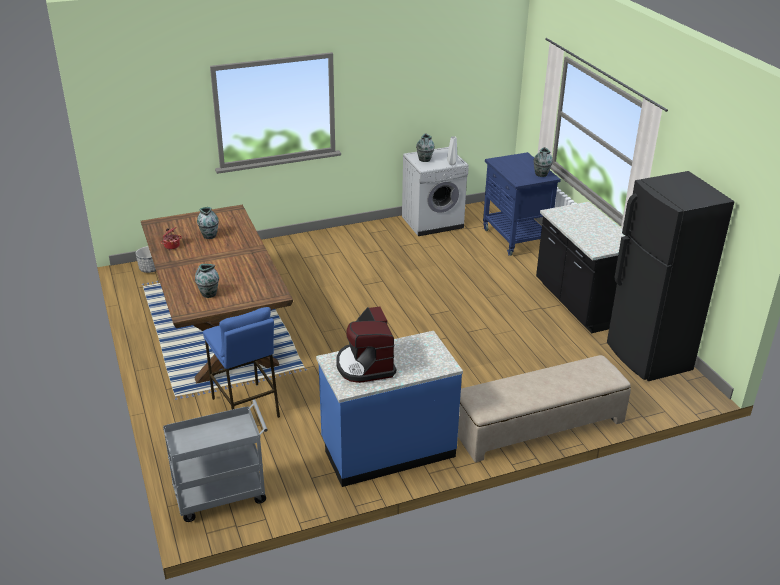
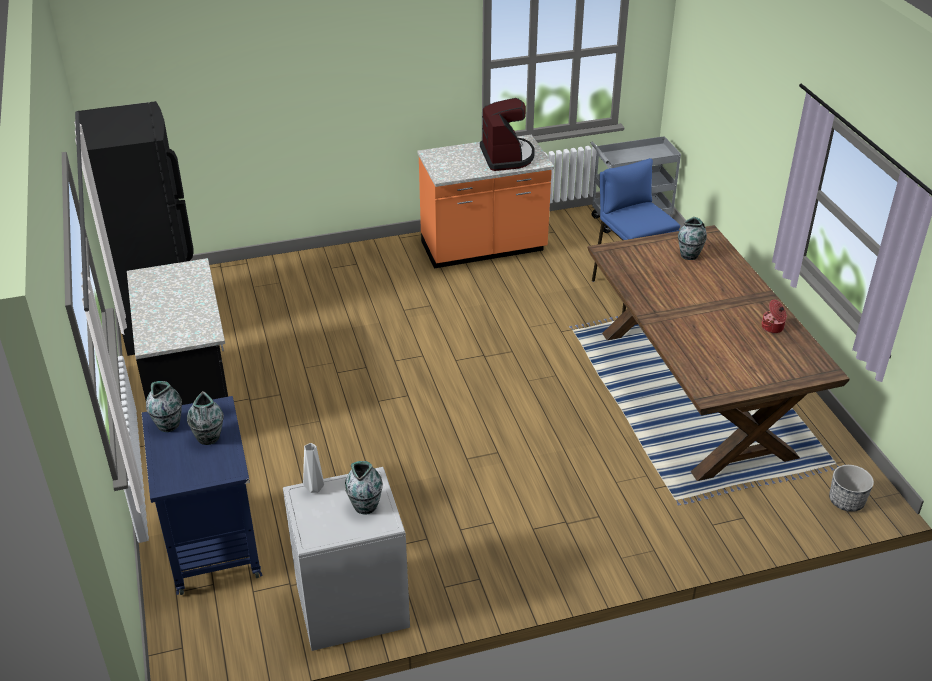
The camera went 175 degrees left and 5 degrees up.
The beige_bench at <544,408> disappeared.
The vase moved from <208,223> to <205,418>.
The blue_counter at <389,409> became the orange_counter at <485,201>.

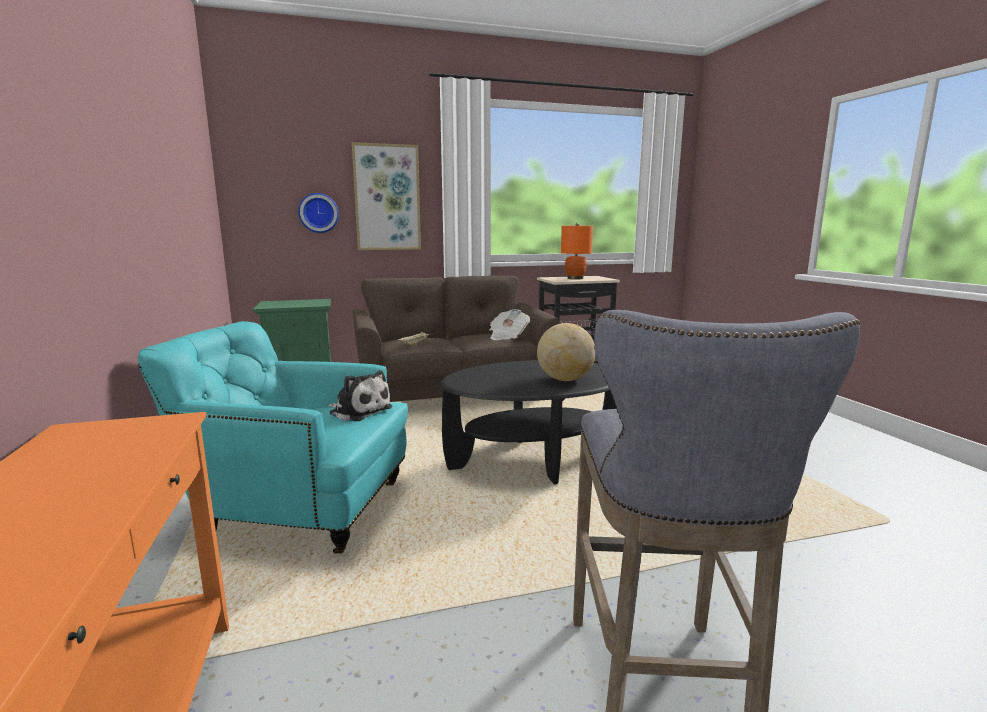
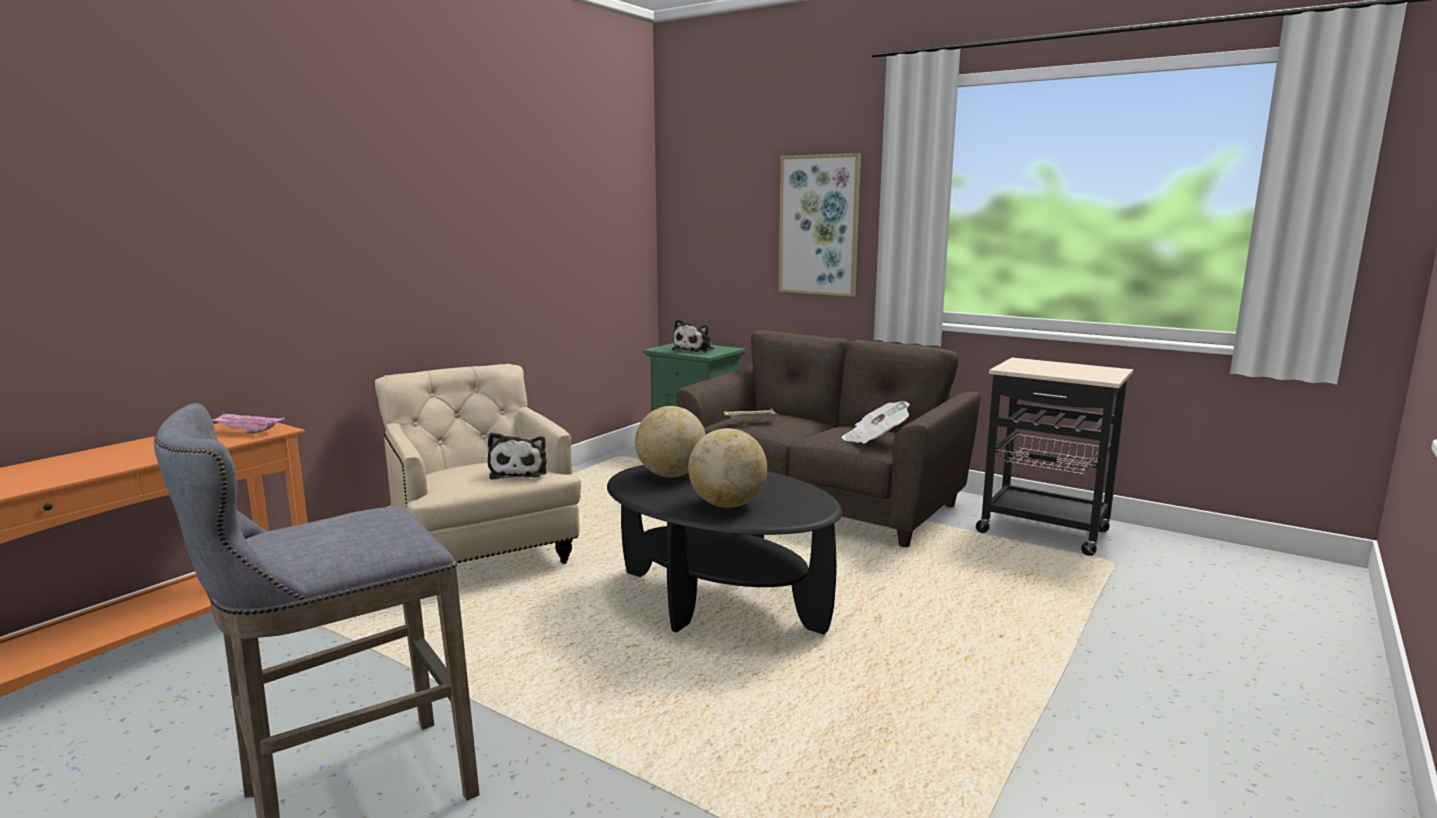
The camera went 50 degrees right and 0 degrees up.
The wall_clock at <318,213> disappeared.
The orange_table_lamp at <577,251> disappeared.
The pink_tray at <248,423> appeared.
The globe at <670,441> appeared.
The plush_toy at <693,335> appeared.
The turquoise_armchair at <273,437> became the beige_armchair at <478,464>.

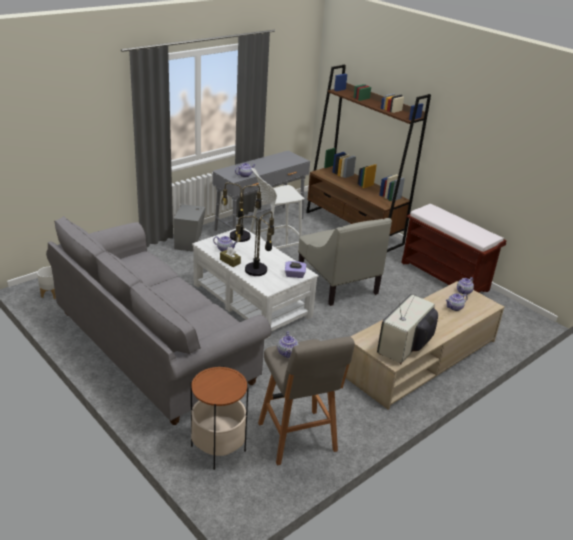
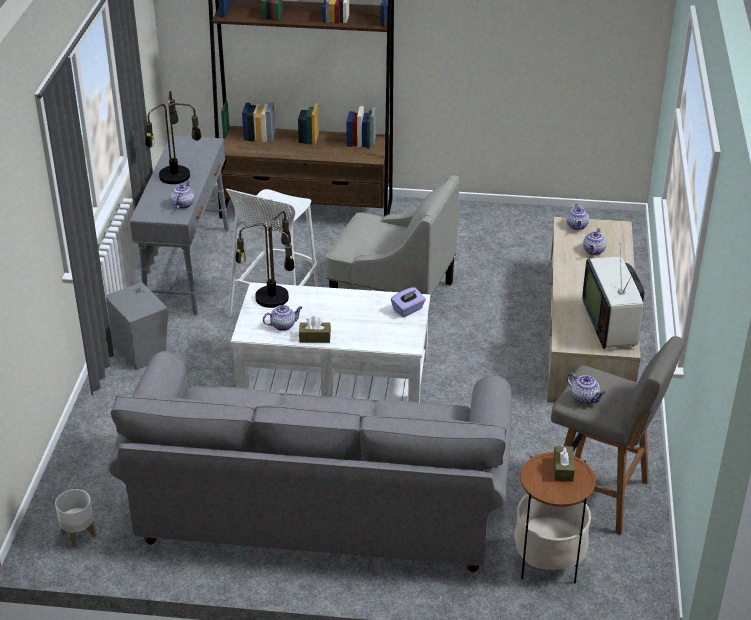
The camera went 40 degrees left and 5 degrees up.
The brown_bench at <453,248> disappeared.
The brown_tissue_box at <564,463> appeared.
The table_lamp moved from <254,243> to <173,137>.

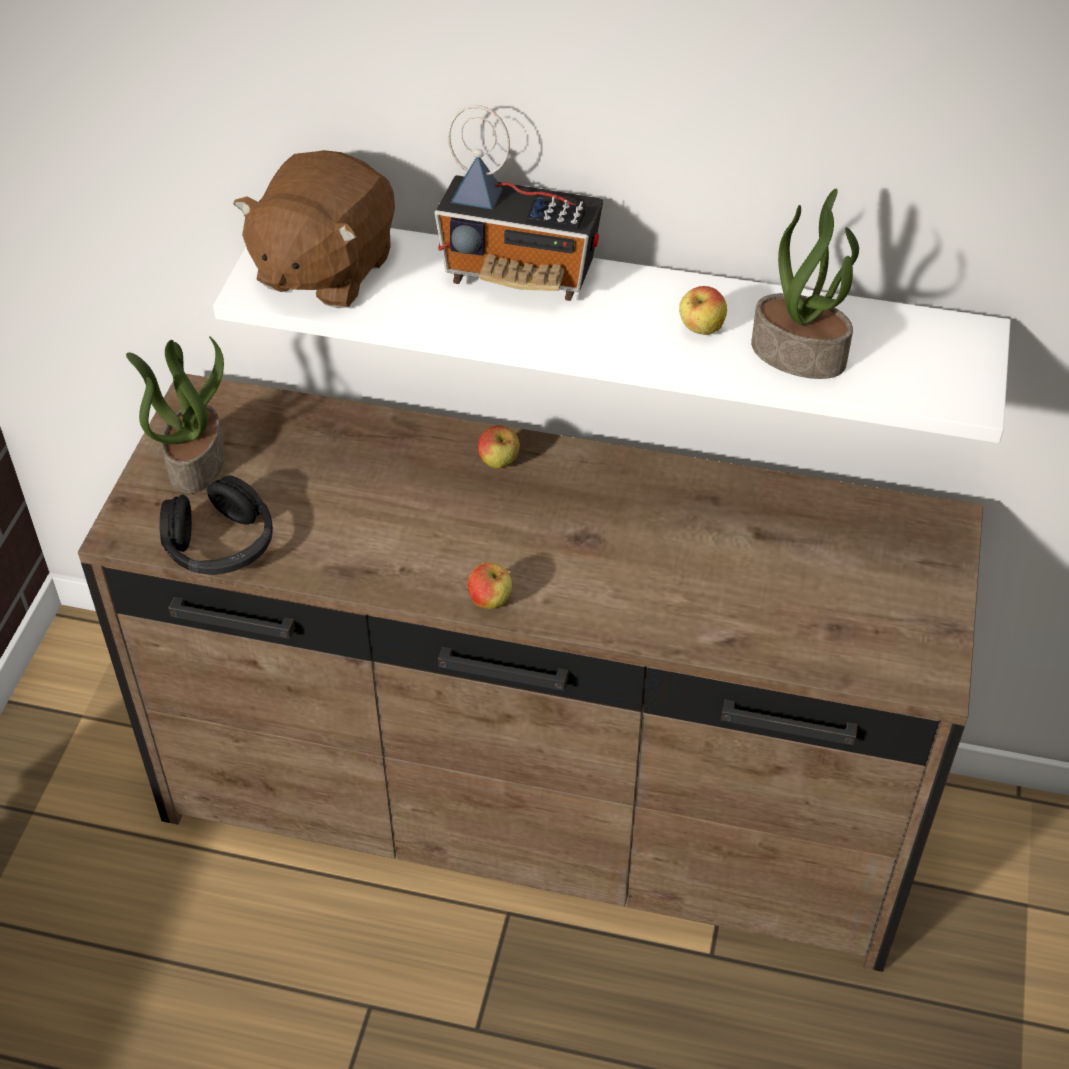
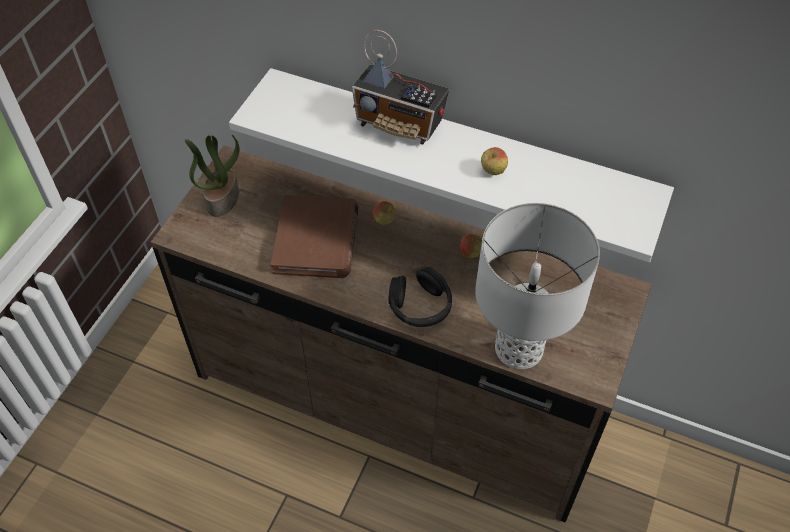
The camera went 10 degrees right and 5 degrees up.
The brown_plush_toy at <314,229> disappeared.
The potted_plant at <805,284> disappeared.
The brown_book at <315,236> appeared.
The white_table_lamp at <537,286> appeared.
The black_headphones moved from <216,525> to <420,297>.
The apple moved from <490,585> to <471,245>.

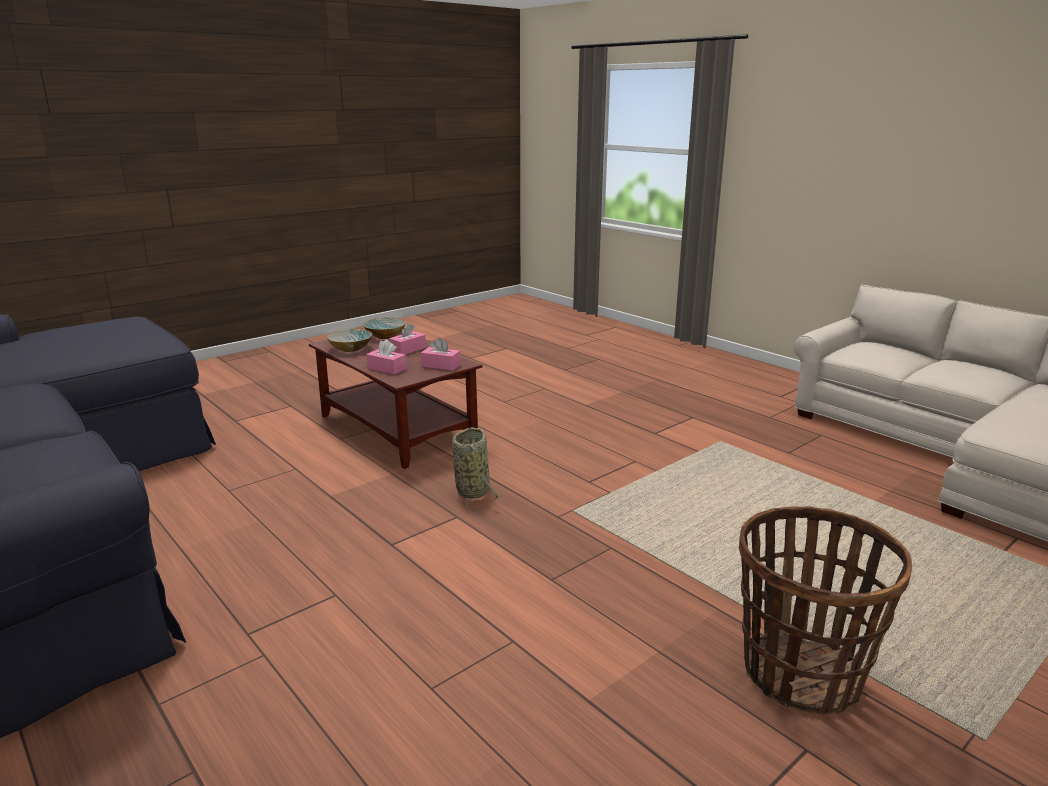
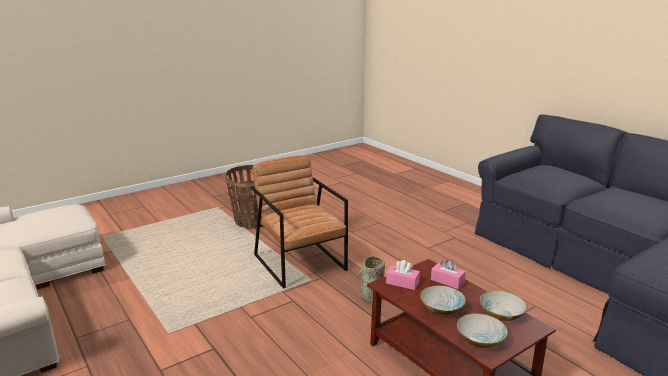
The camera went 175 degrees left and 0 degrees up.
The brown_armchair at <299,222> appeared.
The pink_tissue_box at <407,338> was replaced by the bowl at <443,300>.

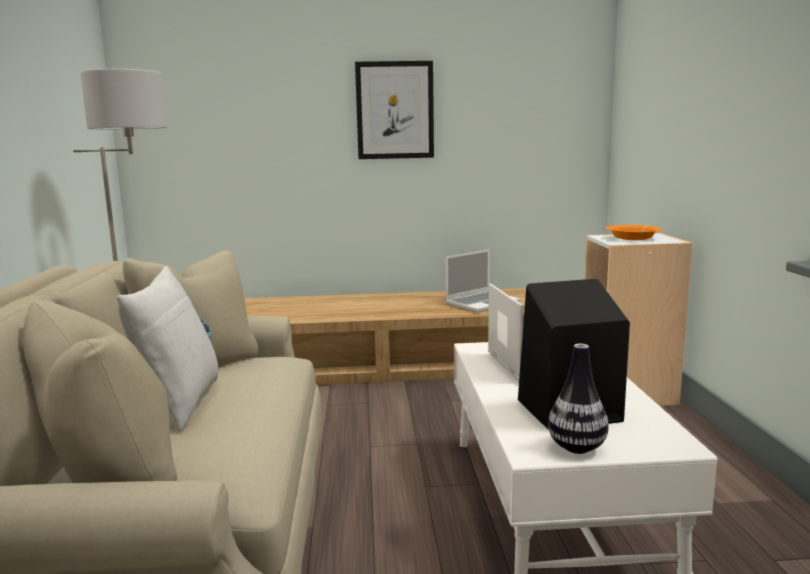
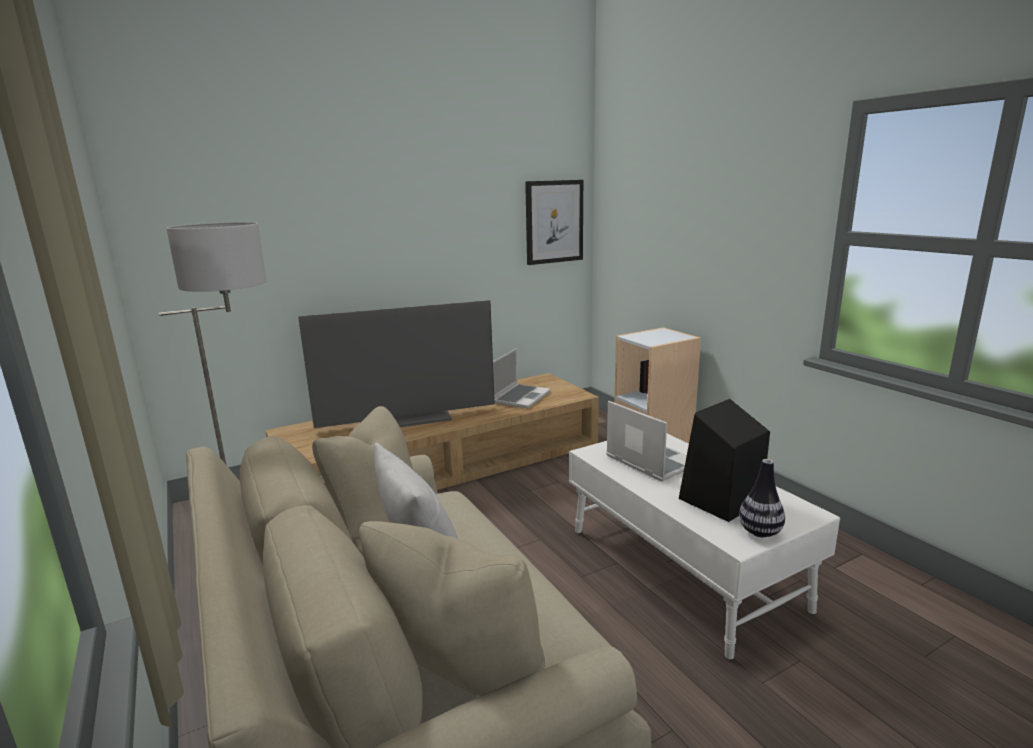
The camera went 25 degrees left and 5 degrees up.
The orange_bowl at <634,232> disappeared.
The television at <396,364> appeared.
The picture moved from <394,110> to <554,222>.

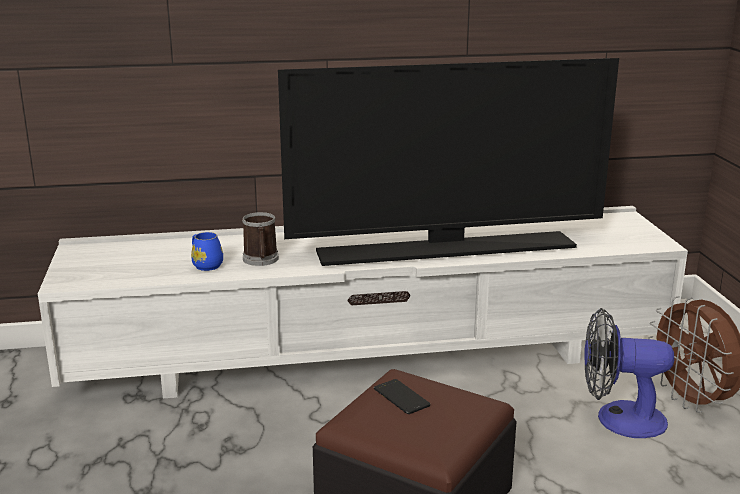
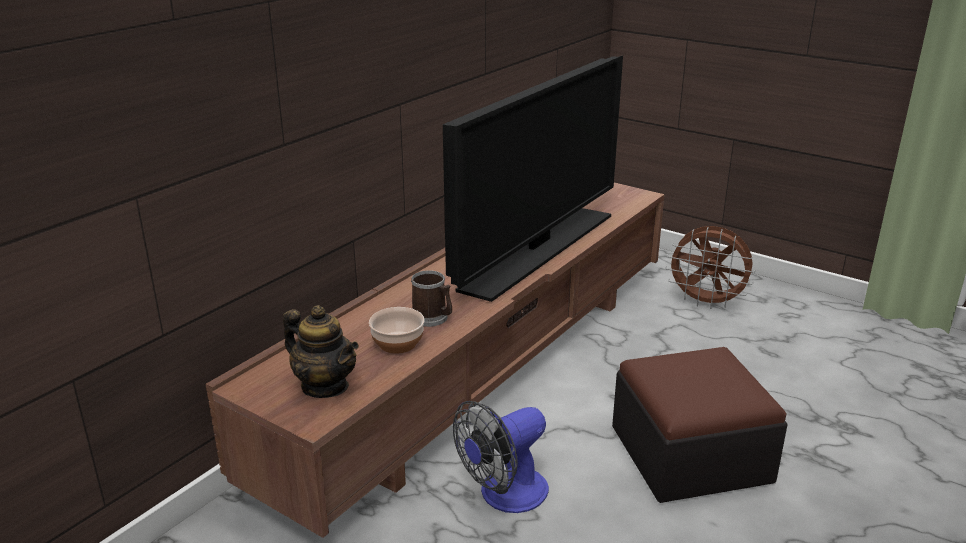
The camera went 45 degrees left and 5 degrees up.
The phone at <402,396> disappeared.
The teapot at <321,351> appeared.
The fan moved from <629,373> to <501,457>.
The blue_mug at <207,251> was replaced by the bowl at <396,330>.
The white_tv_stand at <363,302> became the brown_tv_stand at <435,360>.

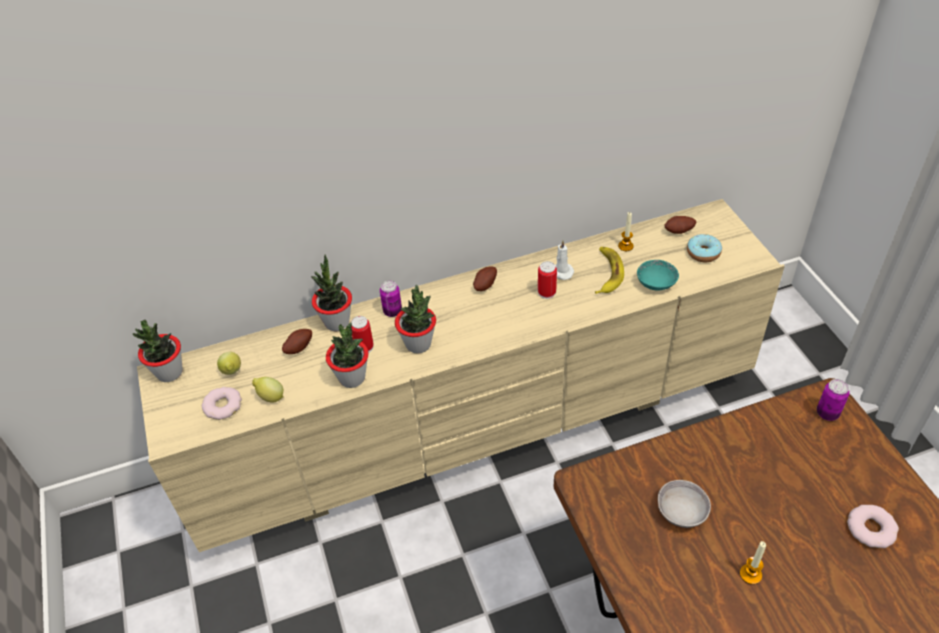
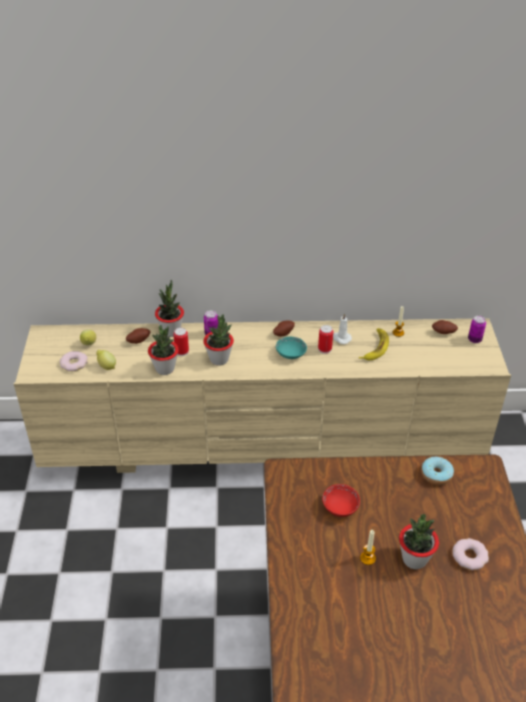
The camera went 15 degrees right and 5 degrees down.
The potted_plant moved from <158,351> to <419,541>.
The turquoise_bowl moved from <658,275> to <291,348>.
The donut moved from <704,248> to <437,471>.
The can moved from <833,400> to <477,329>.
The grey_bowl at <684,504> became the red_bowl at <341,500>.

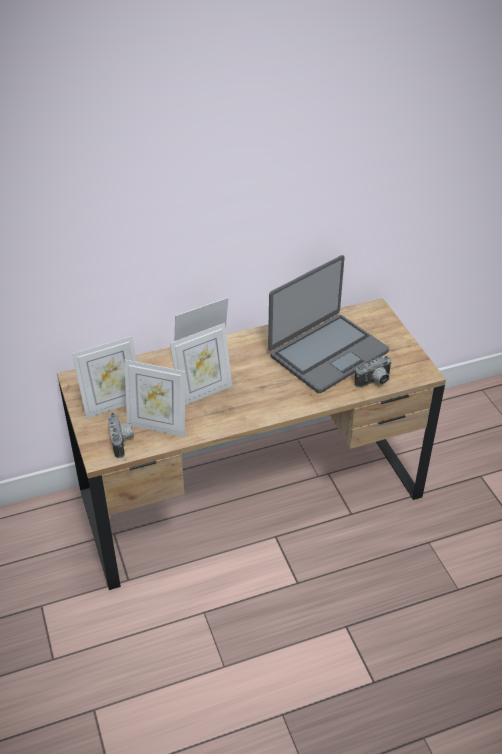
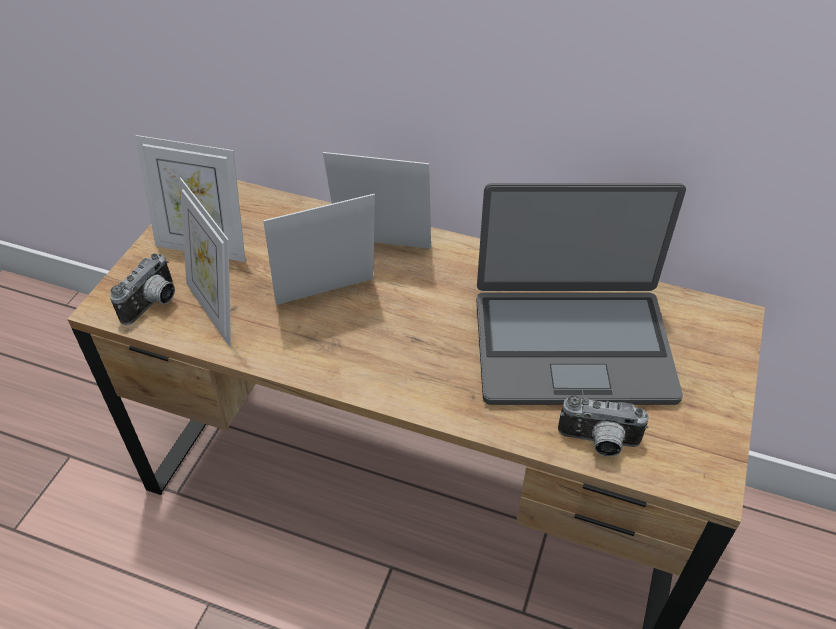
The camera went 40 degrees right and 5 degrees up.
The picture_frame at <201,364> turned 150 degrees clockwise.

